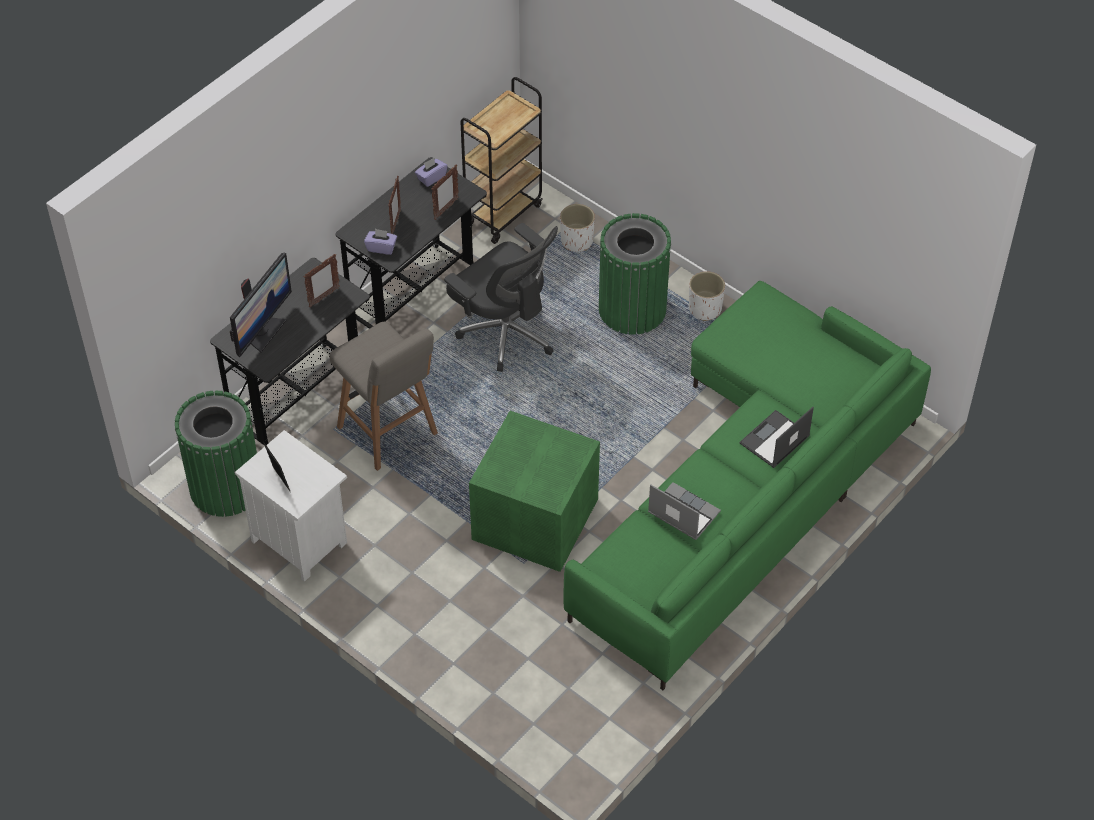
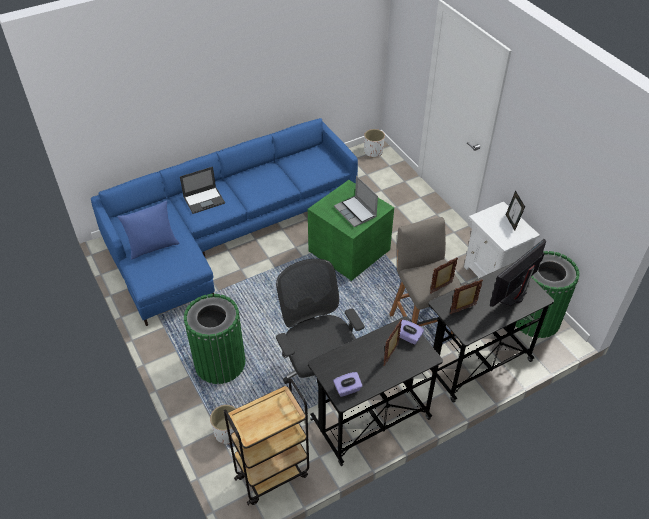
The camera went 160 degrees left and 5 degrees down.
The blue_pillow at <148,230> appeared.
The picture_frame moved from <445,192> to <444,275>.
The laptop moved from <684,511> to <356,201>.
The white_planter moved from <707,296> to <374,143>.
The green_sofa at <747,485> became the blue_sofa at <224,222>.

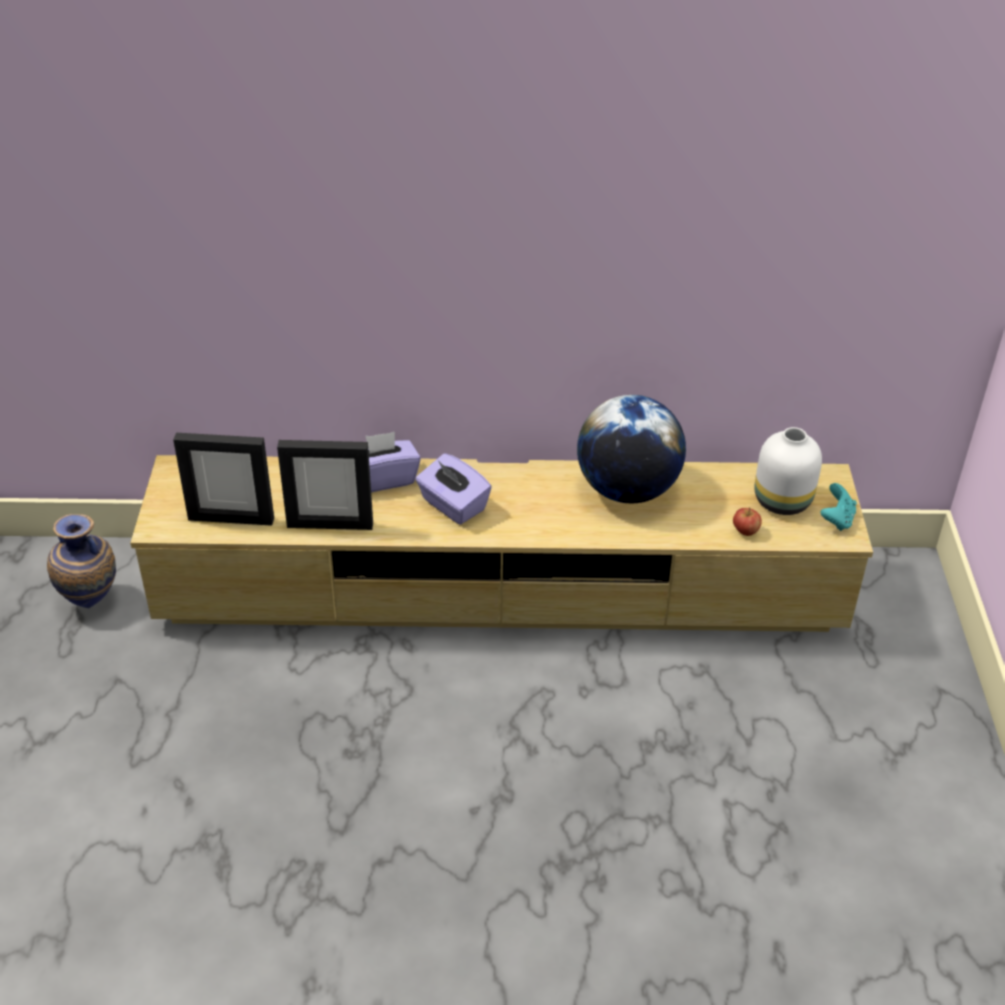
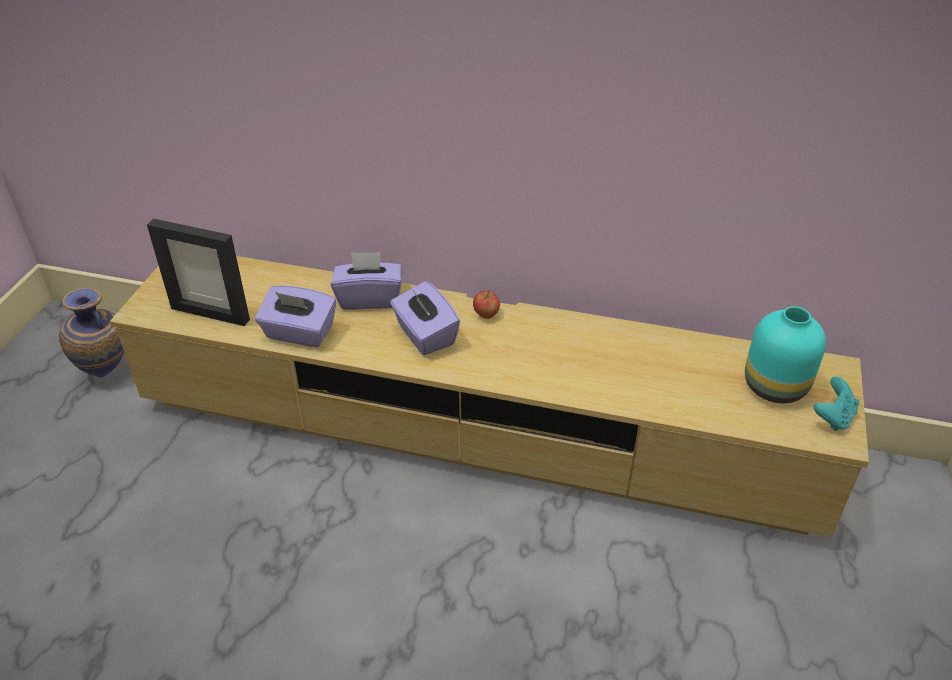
The camera went 15 degrees right and 0 degrees up.
The globe at <631,449> disappeared.
The apple moved from <747,522> to <486,305>.
The picture_frame at <325,485> was replaced by the purple_tissue_box at <295,316>.
The white_vase at <788,471> became the turquoise_vase at <785,354>.

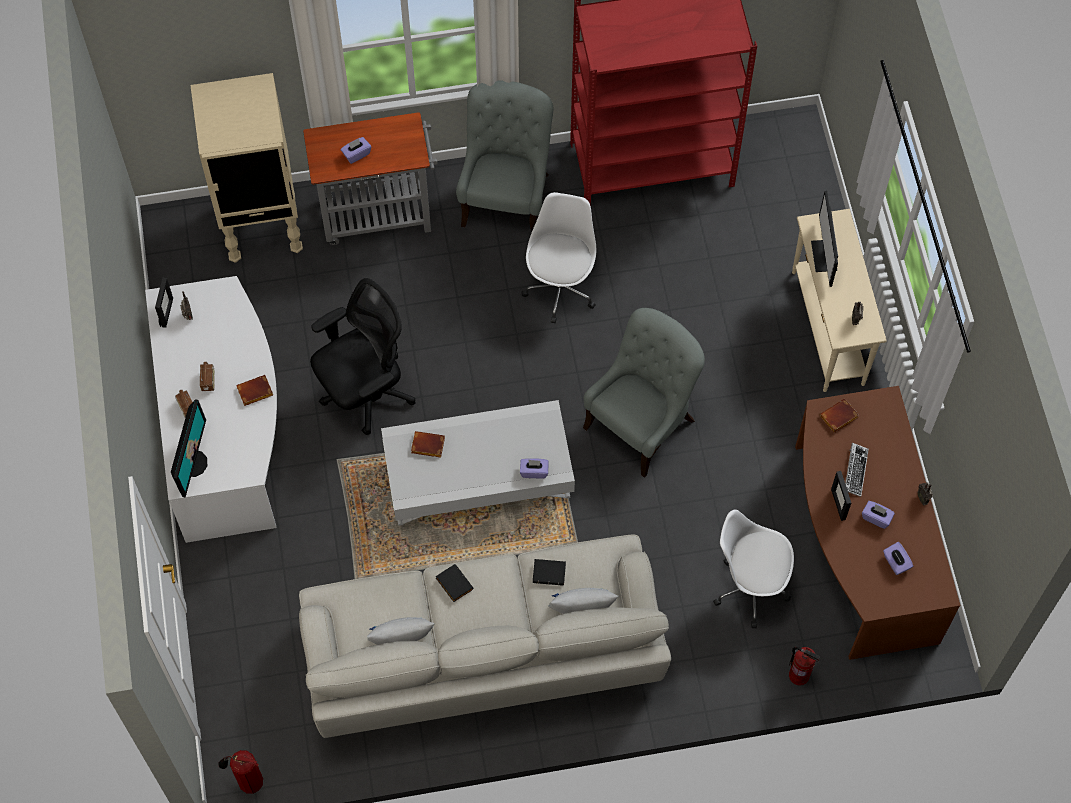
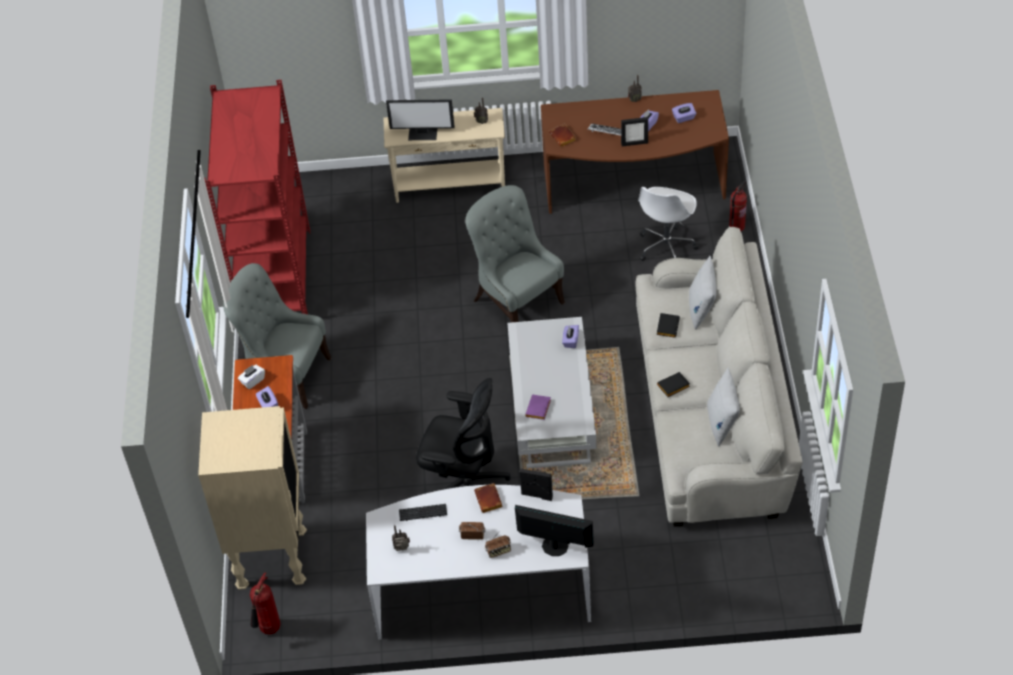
The camera went 80 degrees left and 15 degrees down.
The white_office_chair at <558,257> disappeared.
The white_tissue_box at <251,377> appeared.
The keyboard at <423,512> appeared.
The picture_frame moved from <164,303> to <536,485>.
The fire_extinguisher moved from <240,772> to <265,603>.
The brown_book at <428,444> became the purple_book at <538,407>.
The black_office_chair at <363,356> turned 135 degrees clockwise.

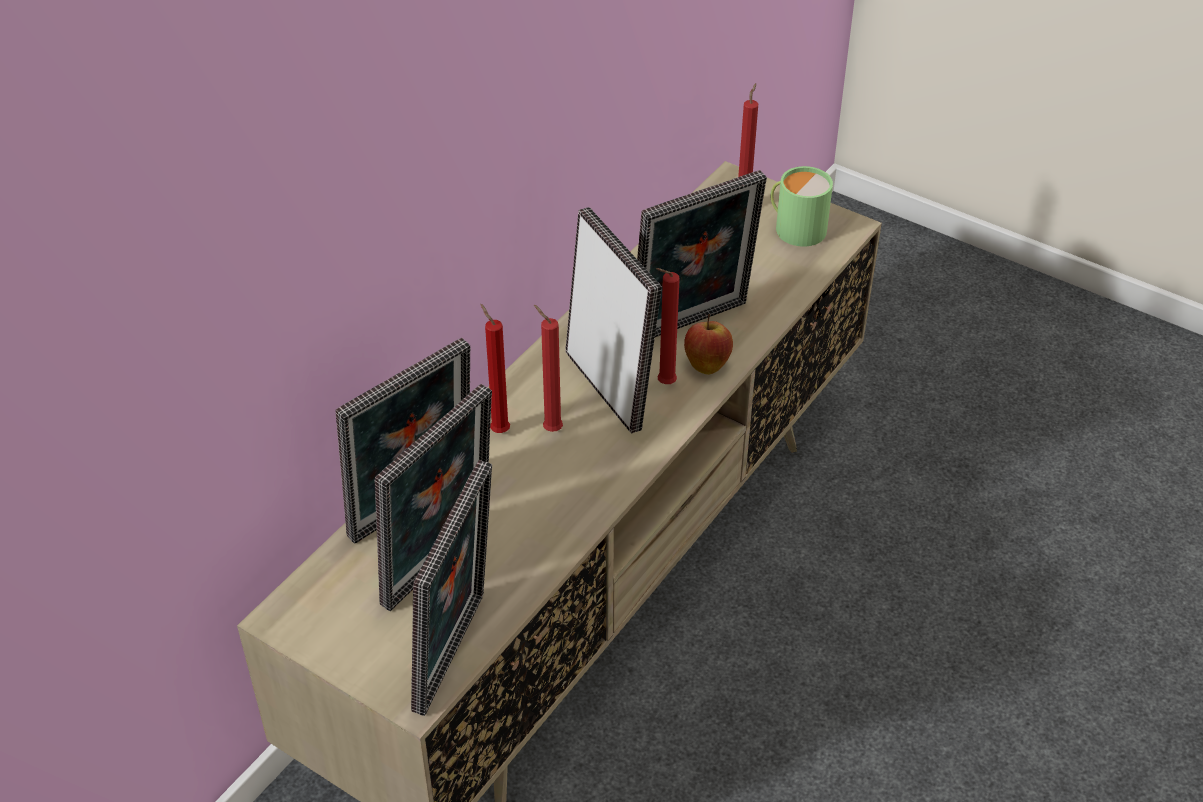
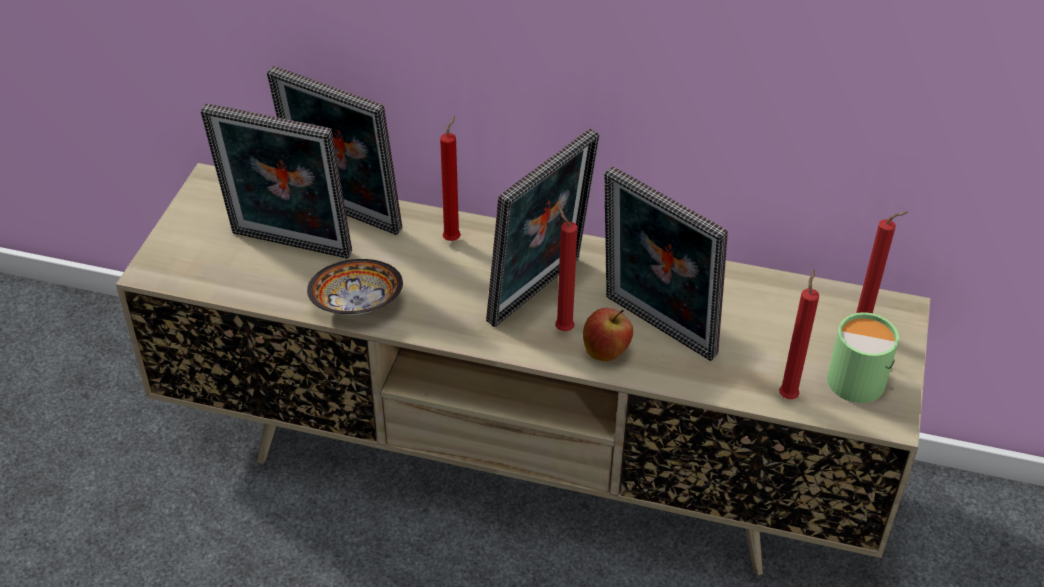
The camera went 70 degrees right and 0 degrees up.
The picture_frame at <451,588> disappeared.
The bowl at <355,287> appeared.
The red_candle moved from <548,368> to <799,334>.

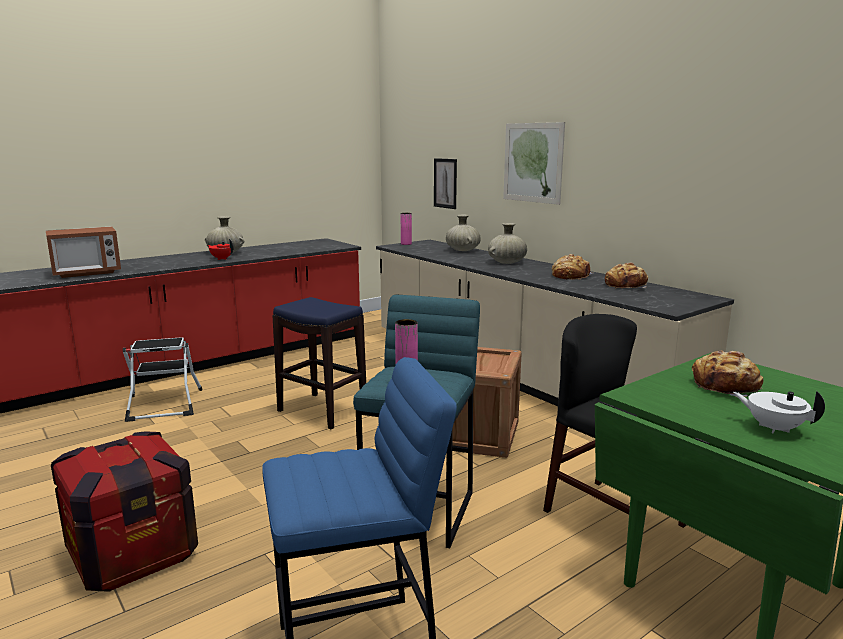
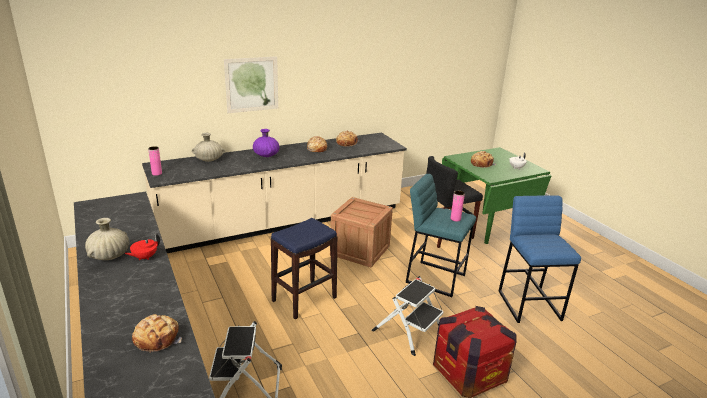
The camera went 80 degrees left and 10 degrees up.
The picture at <445,183> disappeared.
The step_ladder at <407,316> appeared.
The microwave at <83,252> was replaced by the bread at <157,333>.
The beige_vase at <507,243> became the purple_vase at <266,143>.

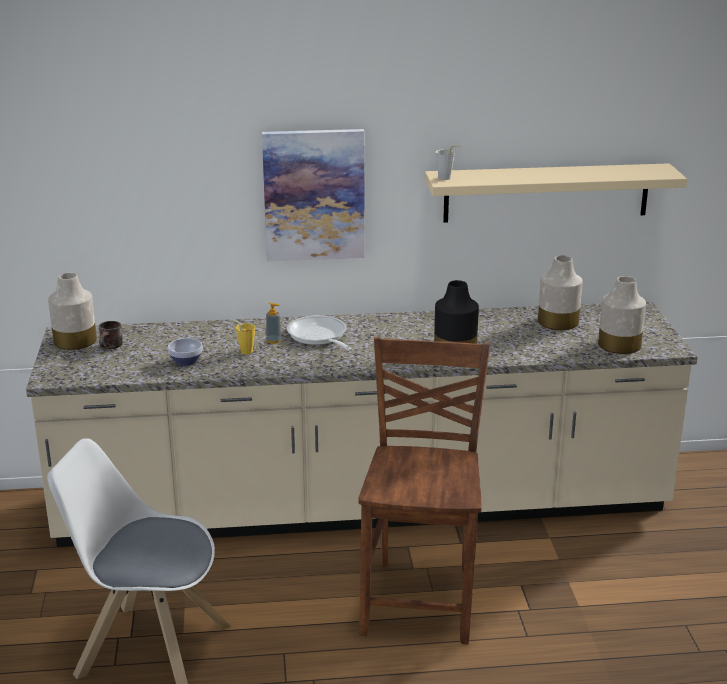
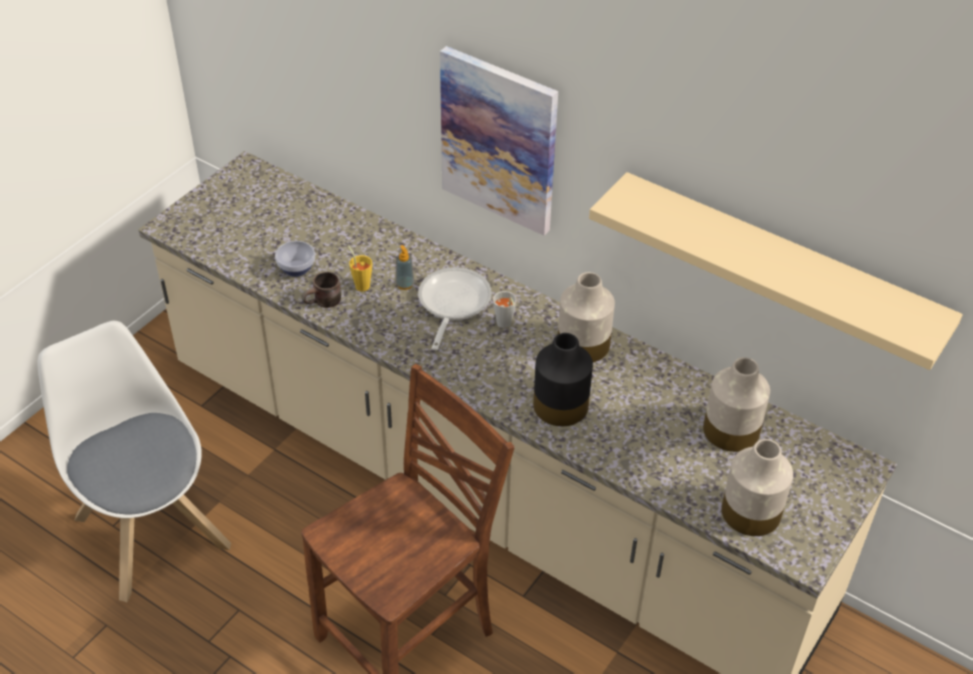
The camera went 40 degrees right and 20 degrees up.
The beige_vase moved from <72,311> to <586,317>.
The brown_mug moved from <111,335> to <321,290>.
The grey_cup moved from <448,162> to <505,309>.

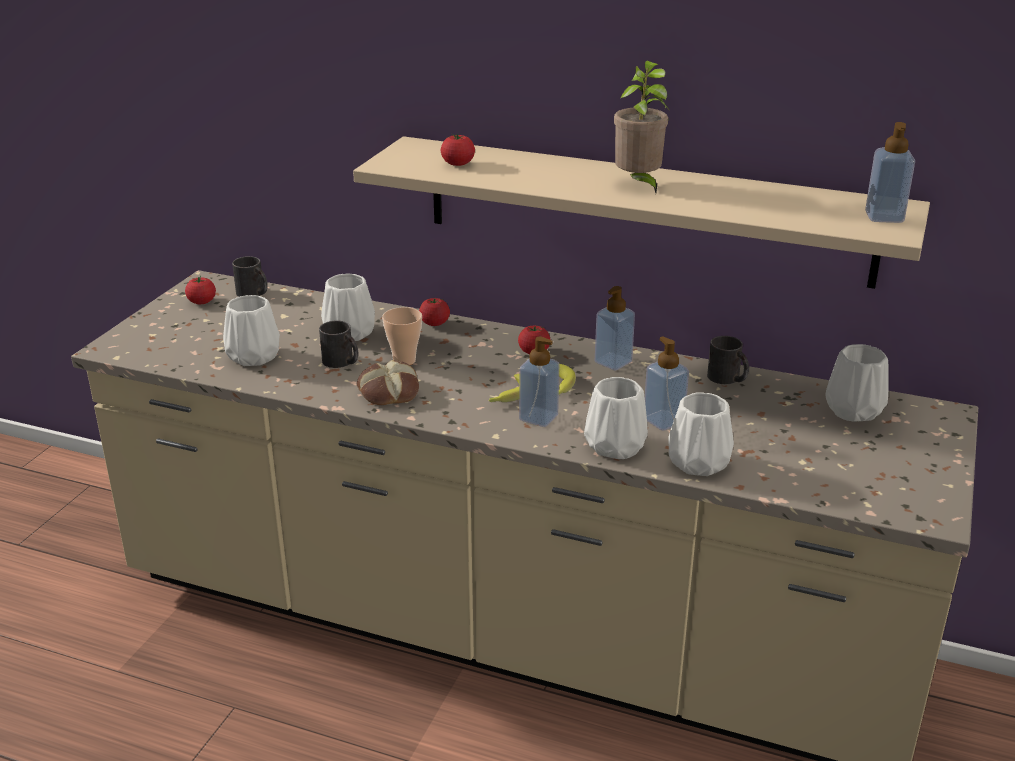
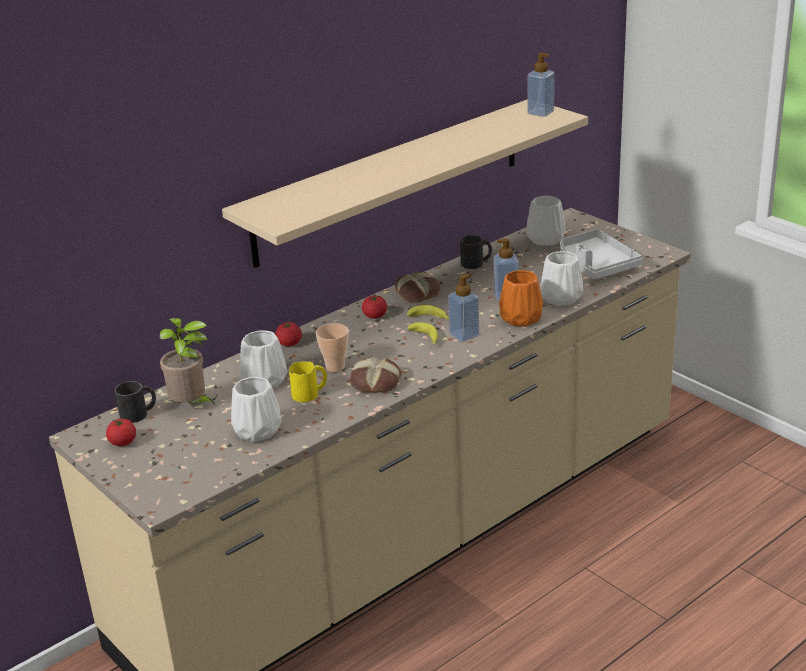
The camera went 60 degrees left and 0 degrees up.
The tomato at <458,150> disappeared.
The grey_tray at <601,254> appeared.
The potted_plant moved from <641,126> to <187,361>.
The soap_dispenser at <615,328> was replaced by the bread at <418,287>.
The black_mug at <338,344> became the yellow_mug at <308,381>.
The white_vase at <616,418> became the orange_vase at <521,298>.

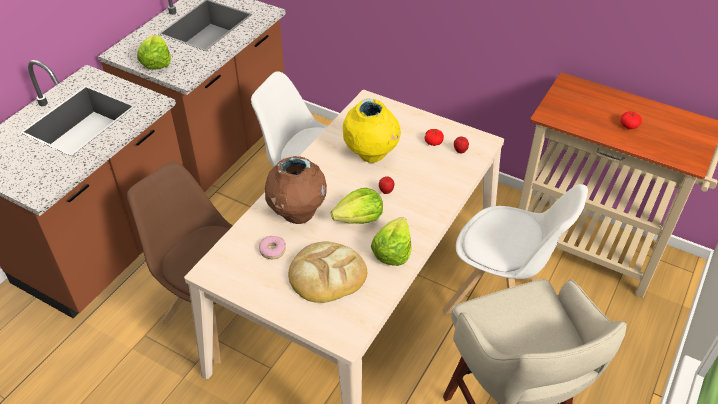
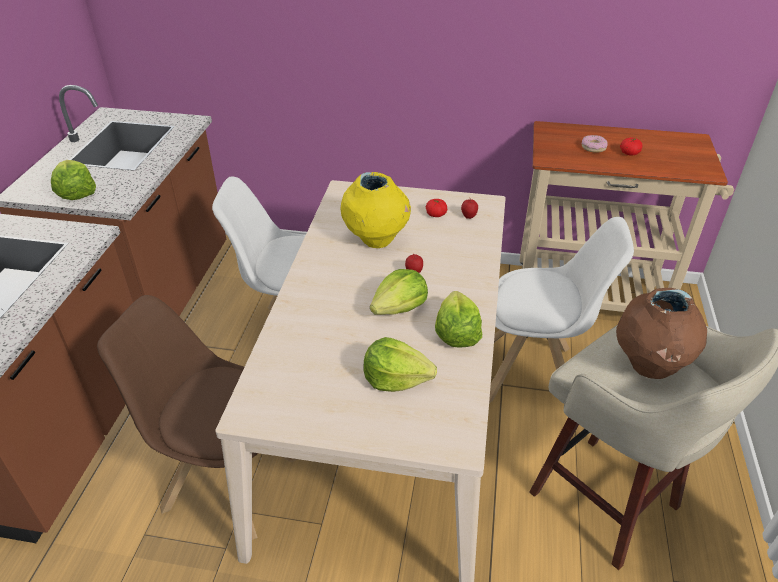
The camera went 20 degrees left and 5 degrees down.
The donut moved from <272,247> to <595,144>.
The brown_vase moved from <296,190> to <661,333>.
The bread at <327,272> was replaced by the lettuce at <400,364>.

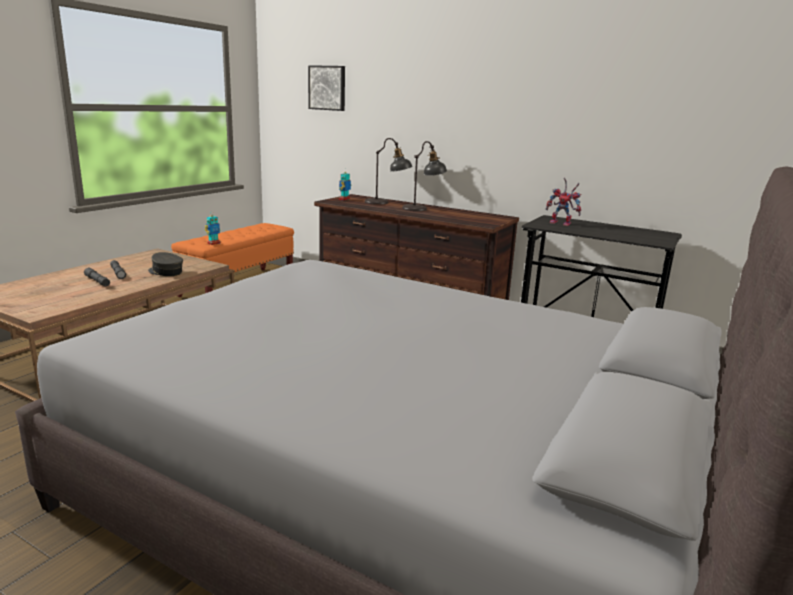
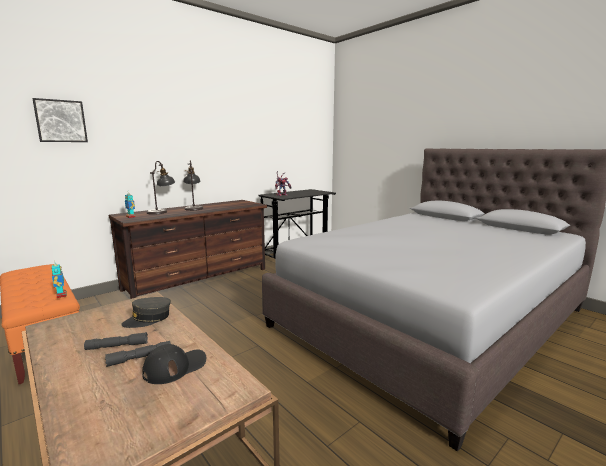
The camera went 70 degrees left and 5 degrees down.
The black_cap at <174,364> appeared.

